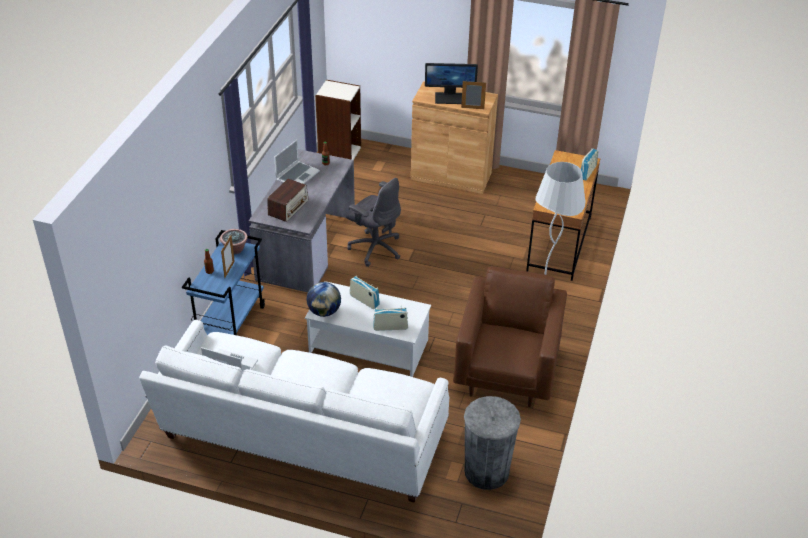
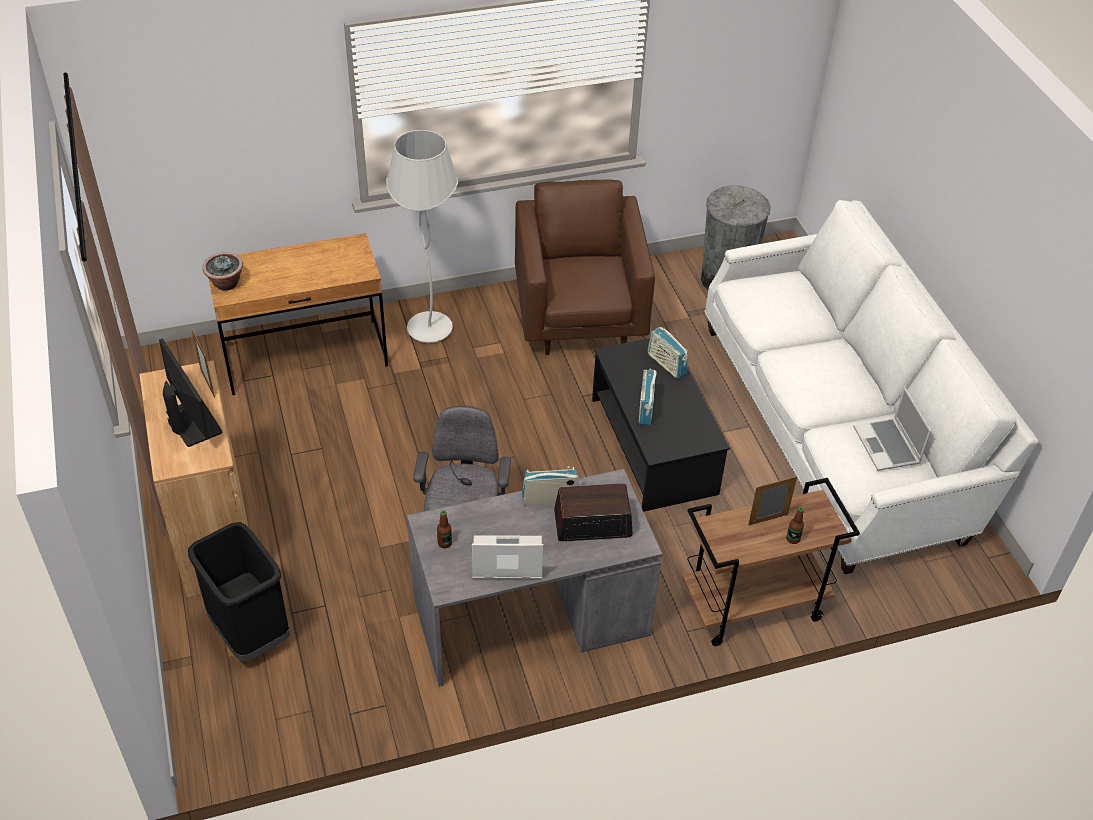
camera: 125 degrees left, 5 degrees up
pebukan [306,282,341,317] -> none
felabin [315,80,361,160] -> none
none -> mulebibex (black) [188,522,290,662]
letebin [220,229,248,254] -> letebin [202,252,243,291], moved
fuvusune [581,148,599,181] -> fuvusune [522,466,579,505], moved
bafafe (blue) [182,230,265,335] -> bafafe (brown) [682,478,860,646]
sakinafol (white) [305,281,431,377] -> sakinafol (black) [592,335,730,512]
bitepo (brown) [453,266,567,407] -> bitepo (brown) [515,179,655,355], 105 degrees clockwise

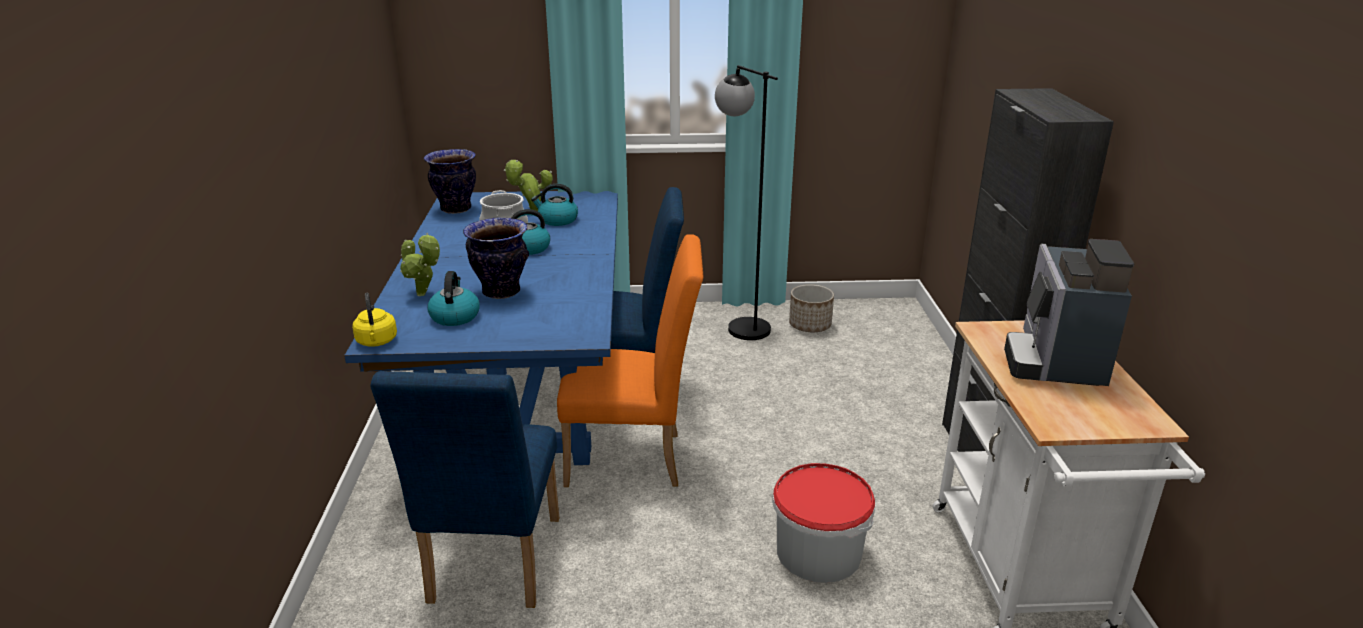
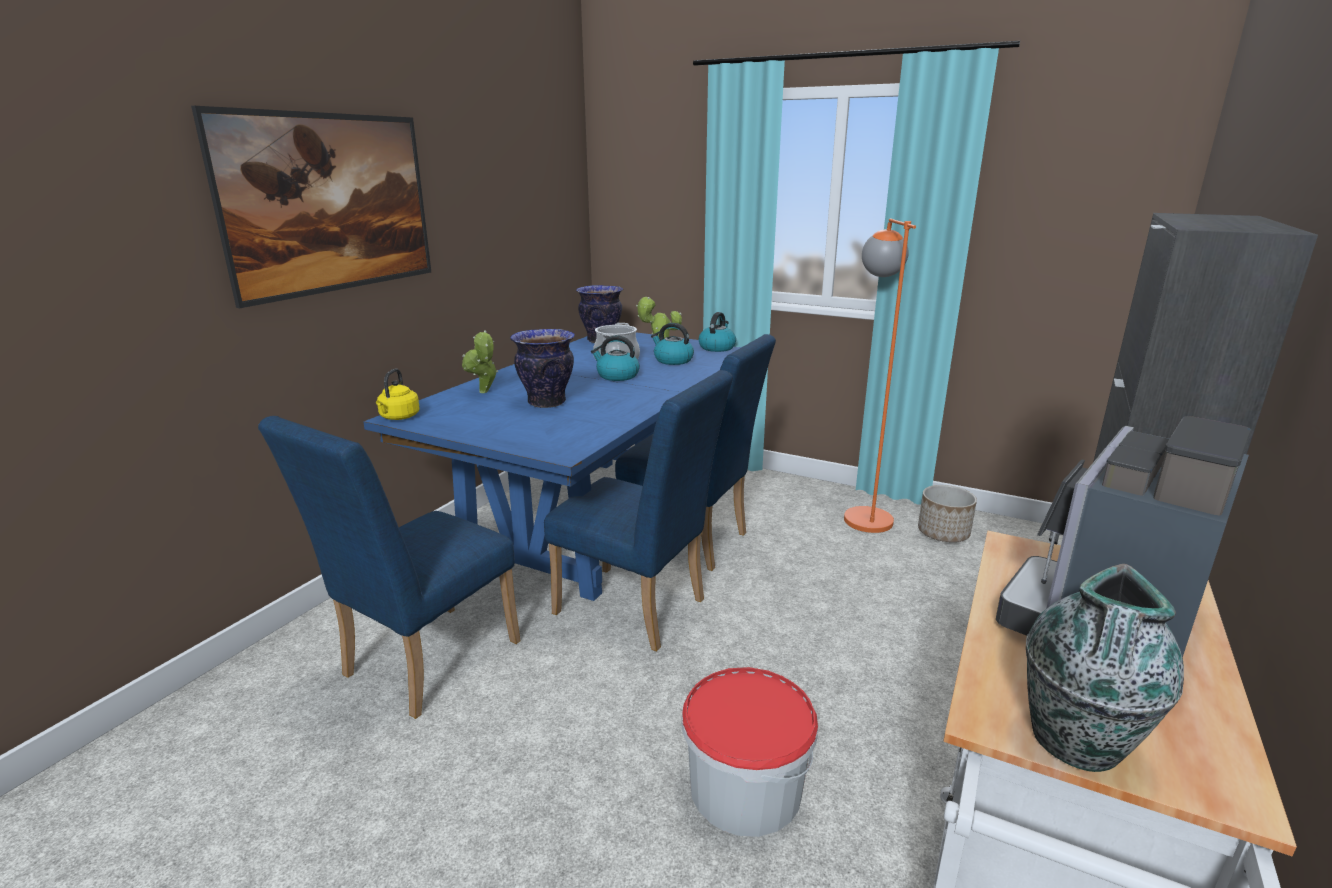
camera: 30 degrees right, 5 degrees down
none -> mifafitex [191,106,431,308]
none -> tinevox [1026,564,1184,772]
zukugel [427,271,480,326] -> zukugel [699,312,736,352], moved
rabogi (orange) [557,234,703,487] -> rabogi (blue) [544,370,733,652]
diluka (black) [715,65,778,340] -> diluka (orange) [844,218,916,533]

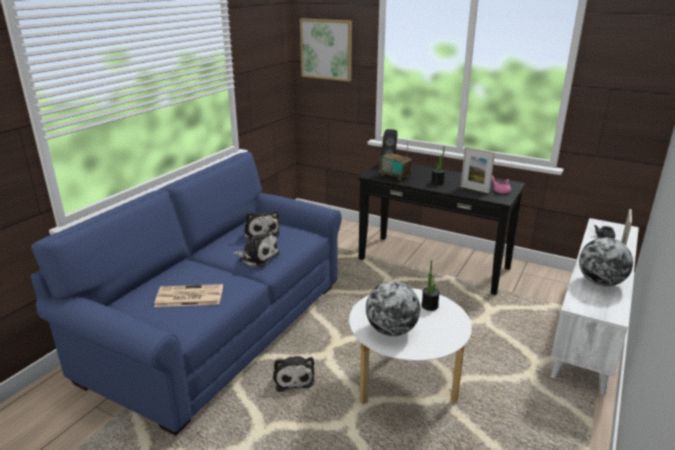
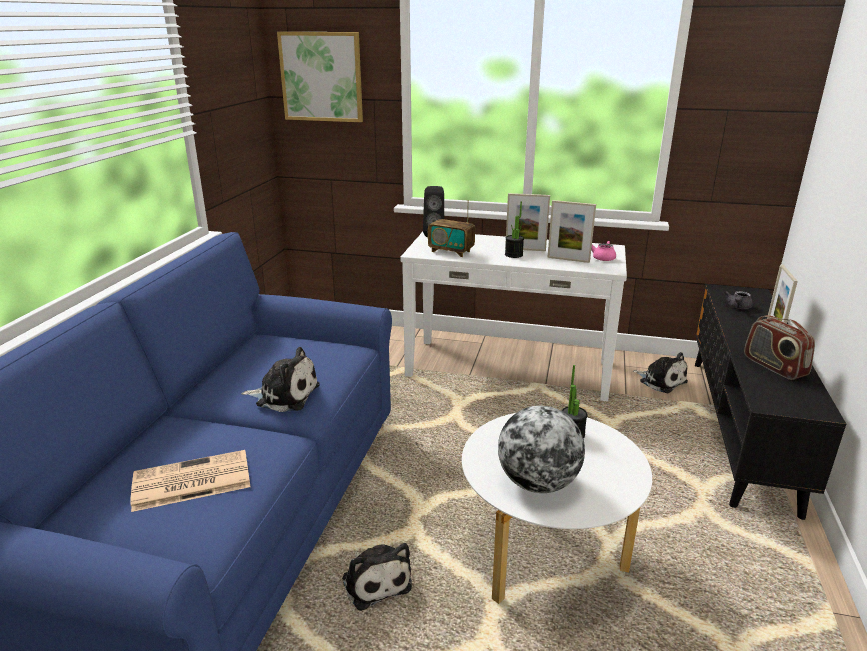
camera: 15 degrees left, 0 degrees up
none -> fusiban [505,193,550,251]
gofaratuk [244,210,280,240] -> gofaratuk [633,352,688,393], moved
pebukan [579,238,633,286] -> fuvusune [744,315,815,380]
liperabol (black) [358,163,525,295] -> liperabol (white) [400,232,627,401]
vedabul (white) [551,218,639,395] -> vedabul (black) [695,284,846,520]

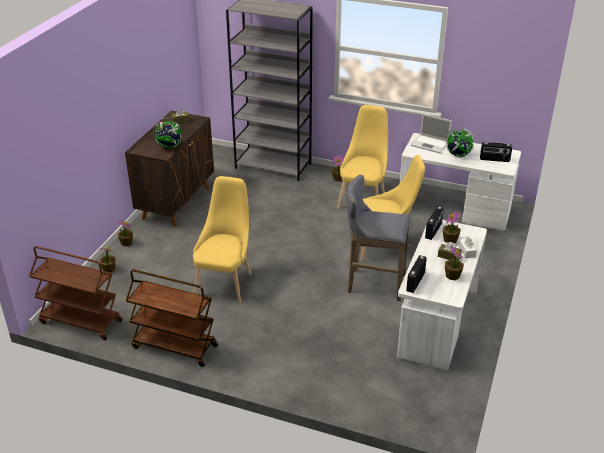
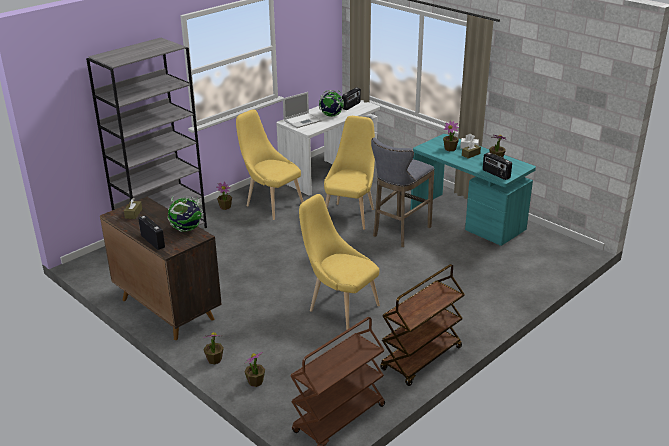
camera: 65 degrees left, 5 degrees down
fuvusune [425,206,444,240] -> fuvusune [138,215,165,250], moved
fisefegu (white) [397,220,487,370] -> fisefegu (turquoise) [410,134,536,246]

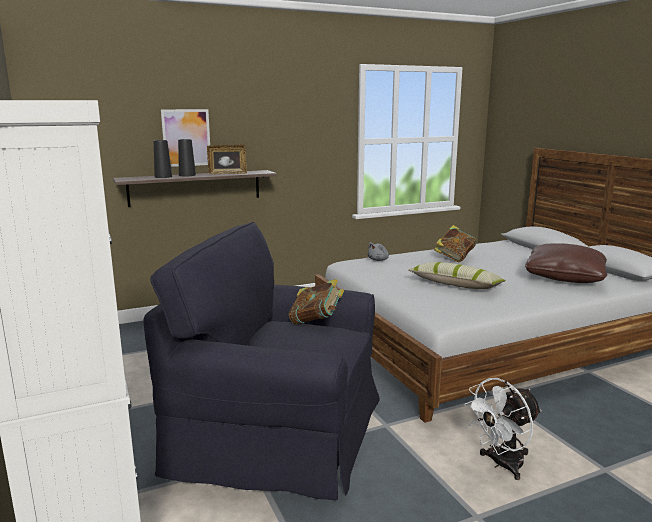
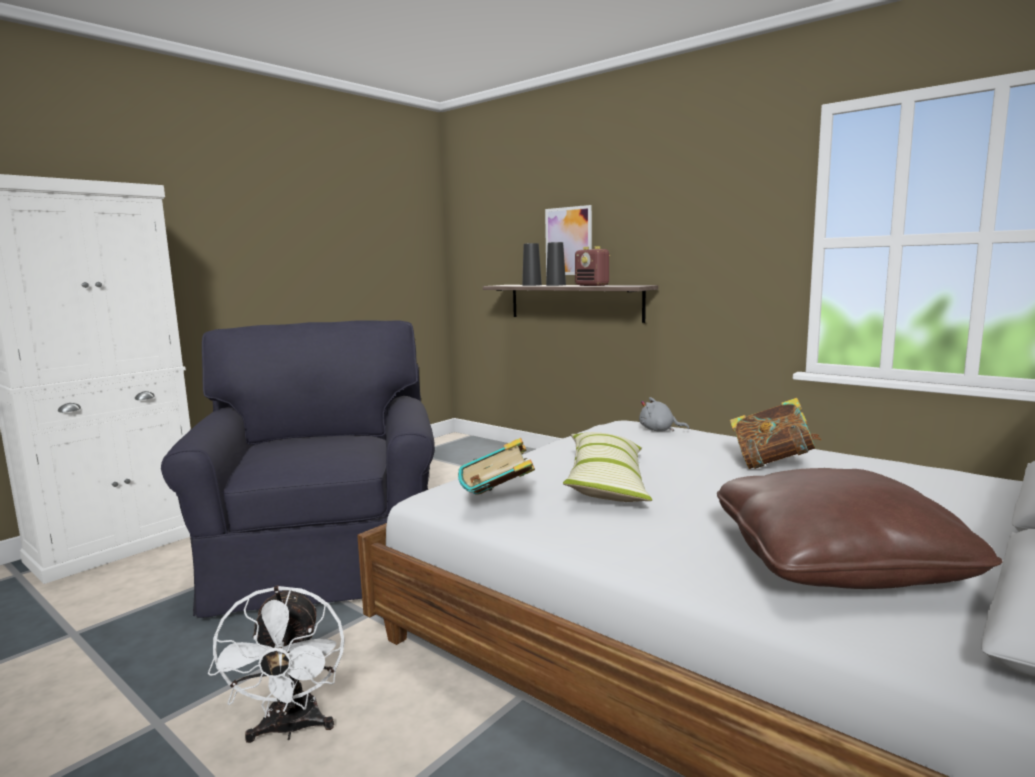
camera: 65 degrees right, 5 degrees down
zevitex [289,279,344,325] -> zevitex [458,438,535,494], moved
fusiban [207,145,247,174] -> fuvusune [575,246,610,286]
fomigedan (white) [464,378,542,480] -> fomigedan (white) [208,585,345,743], 135 degrees counterclockwise

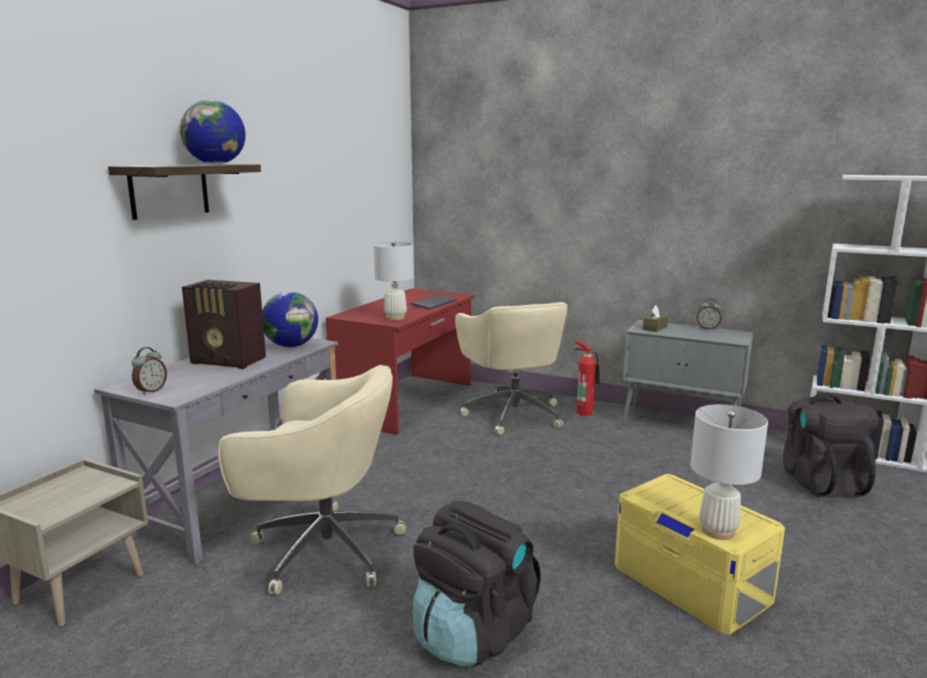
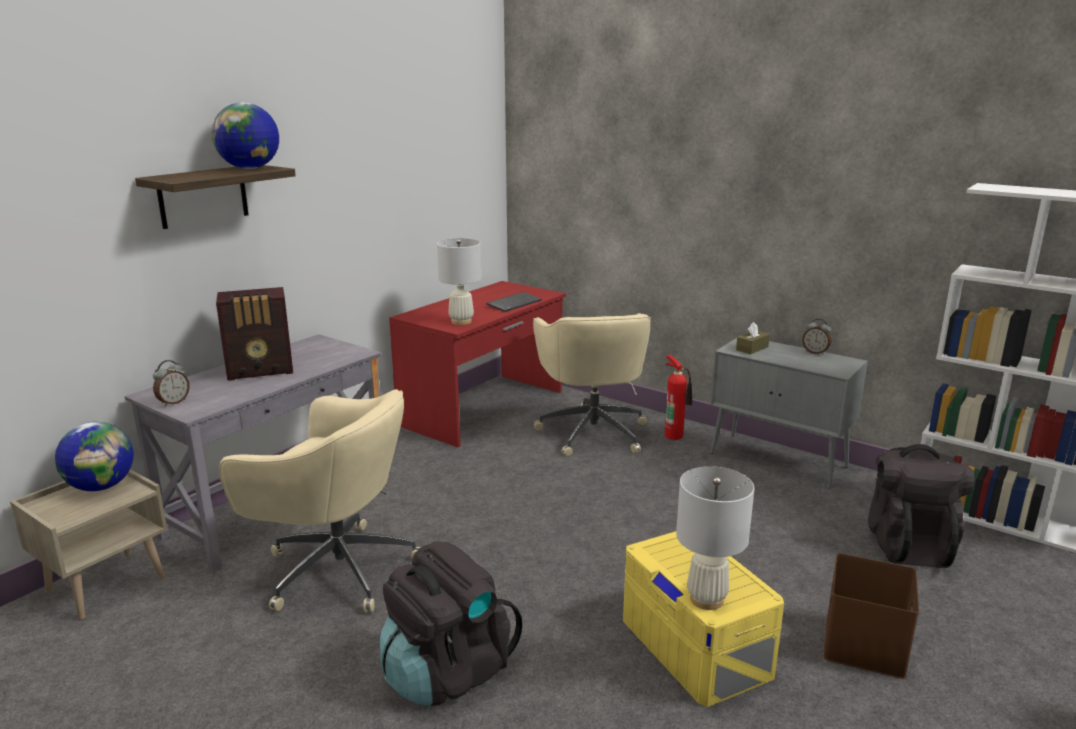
camera: 10 degrees right, 5 degrees up
none -> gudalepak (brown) [823,553,919,679]
pebukan [262,291,318,347] -> pebukan [55,422,134,491], moved
fuvusune [182,280,266,369] -> fuvusune [216,287,293,381], 45 degrees counterclockwise

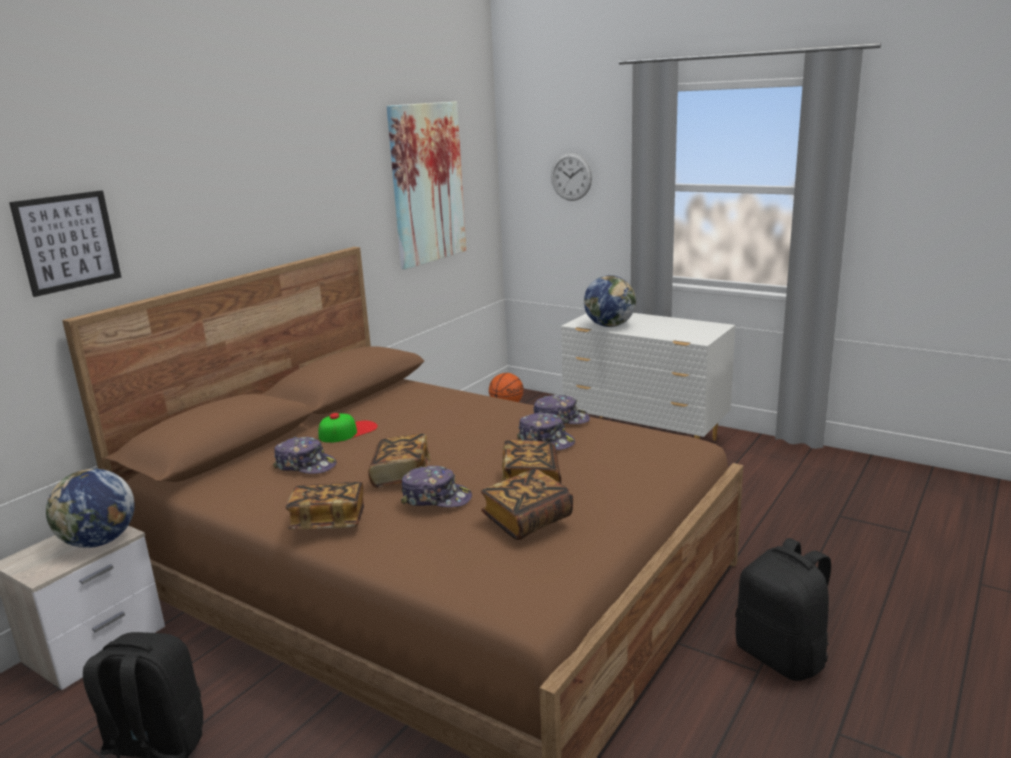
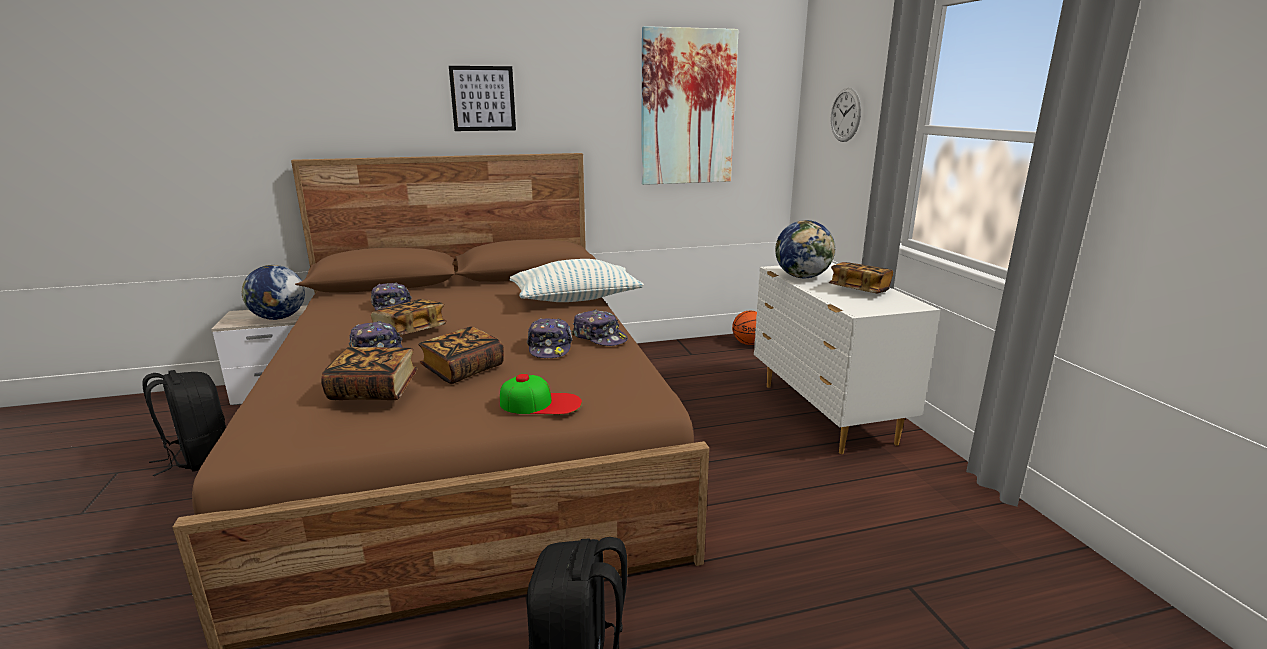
camera: 40 degrees right, 0 degrees up
none -> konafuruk [510,259,644,302]
mifafitex [9,190,122,297] -> mifafitex [449,66,516,131], moved
zevitex [285,482,364,529] -> zevitex [829,262,893,293], moved
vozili [318,413,378,443] -> vozili [500,374,582,414], moved

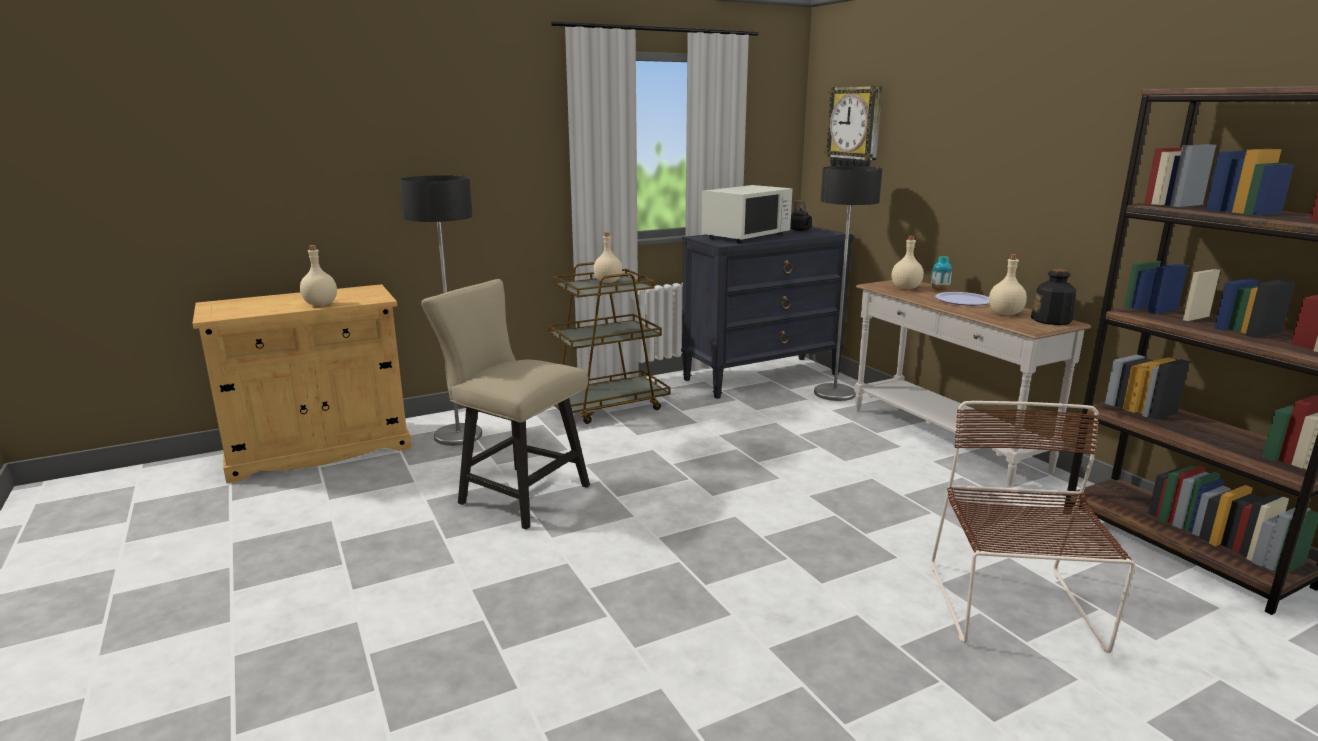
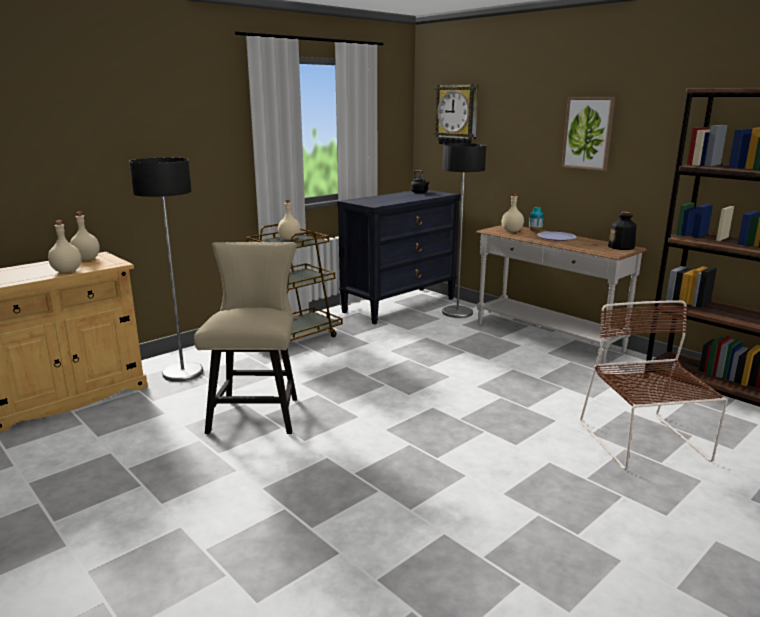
camera: 15 degrees left, 0 degrees up
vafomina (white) [701,185,793,243] -> none
none -> mifafitex [561,97,615,171]
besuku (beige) [989,254,1027,315] -> besuku (beige) [70,212,100,260], moved
rabogi (beige) [421,279,590,530] -> rabogi (beige) [194,242,297,434], 75 degrees clockwise

